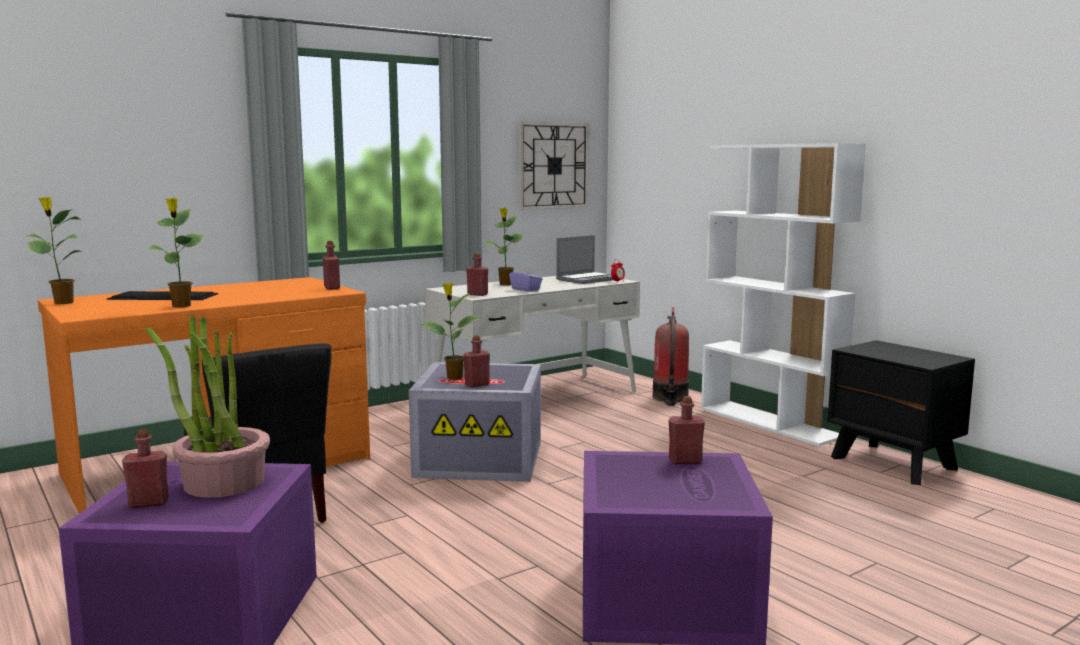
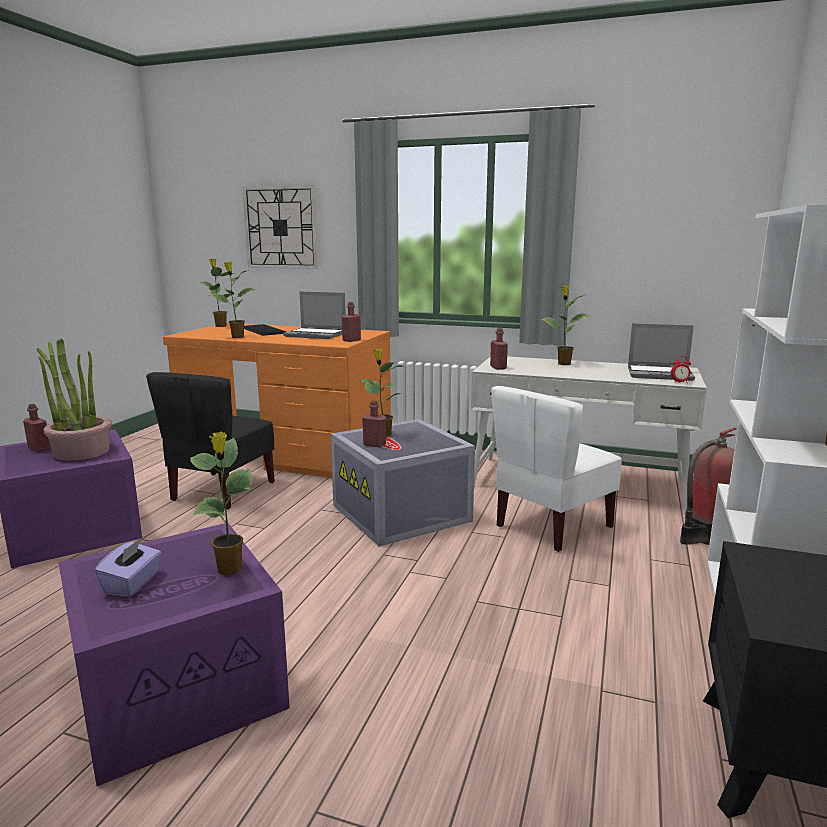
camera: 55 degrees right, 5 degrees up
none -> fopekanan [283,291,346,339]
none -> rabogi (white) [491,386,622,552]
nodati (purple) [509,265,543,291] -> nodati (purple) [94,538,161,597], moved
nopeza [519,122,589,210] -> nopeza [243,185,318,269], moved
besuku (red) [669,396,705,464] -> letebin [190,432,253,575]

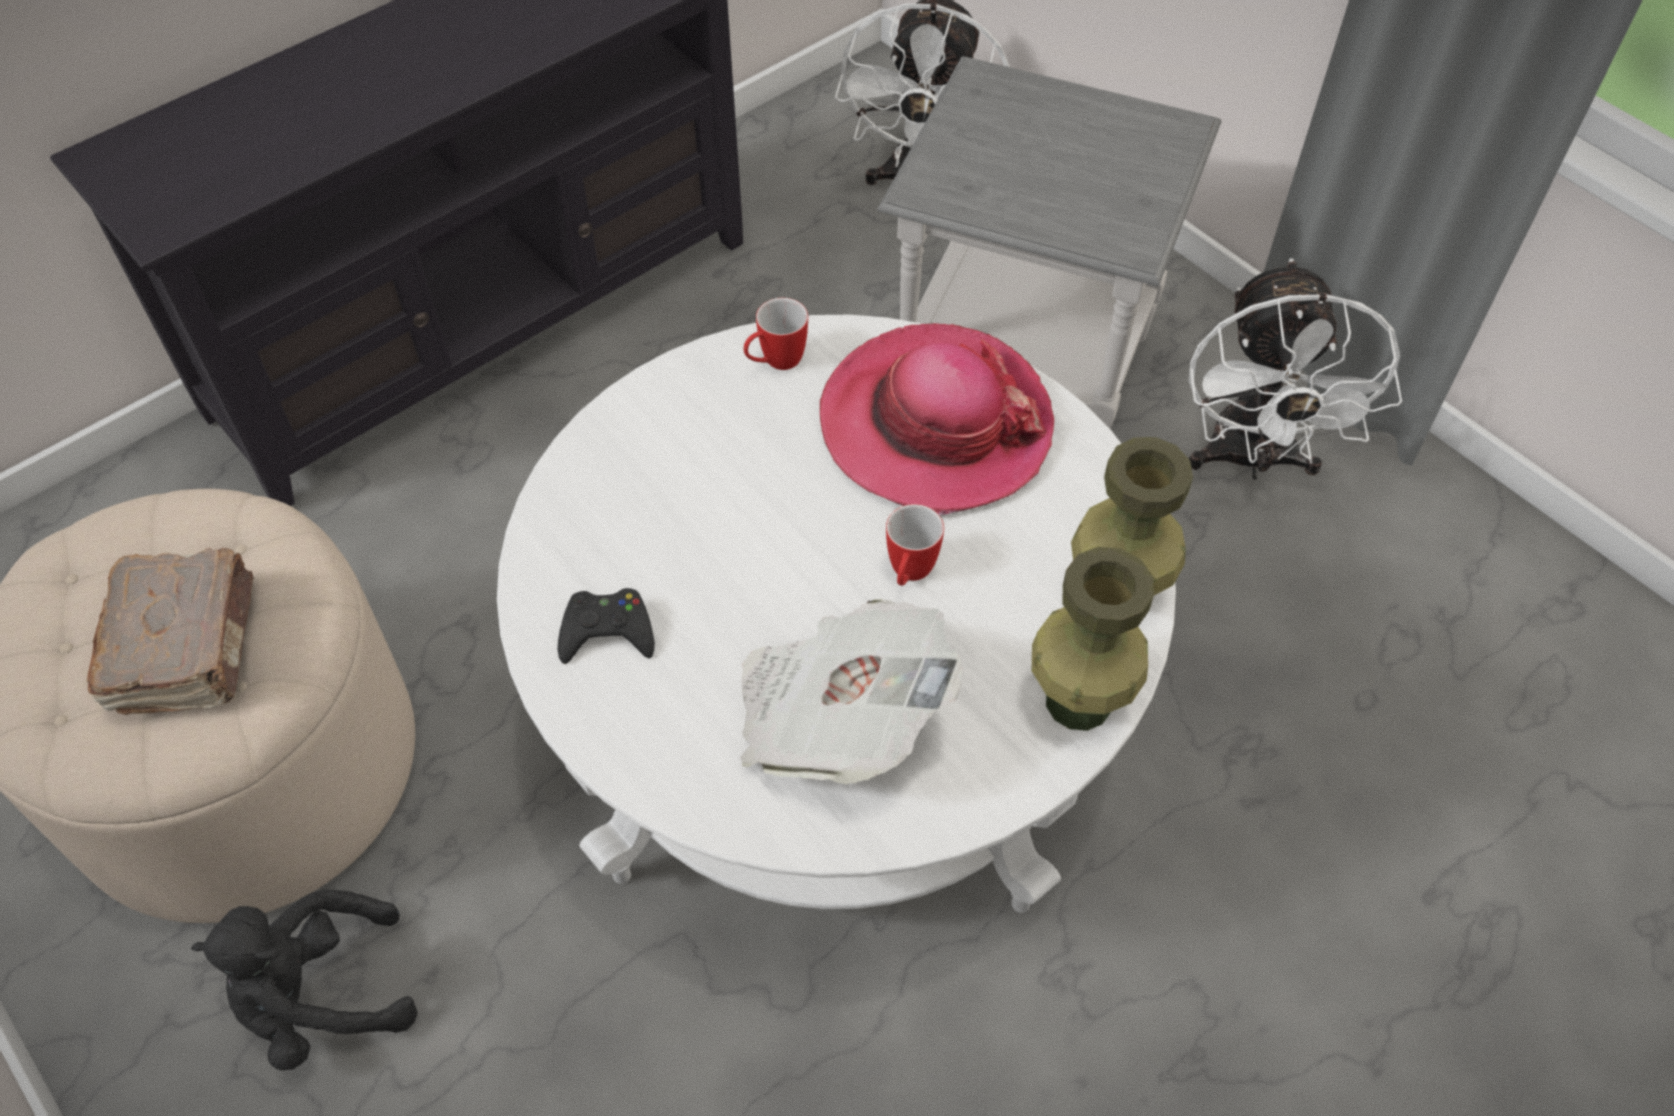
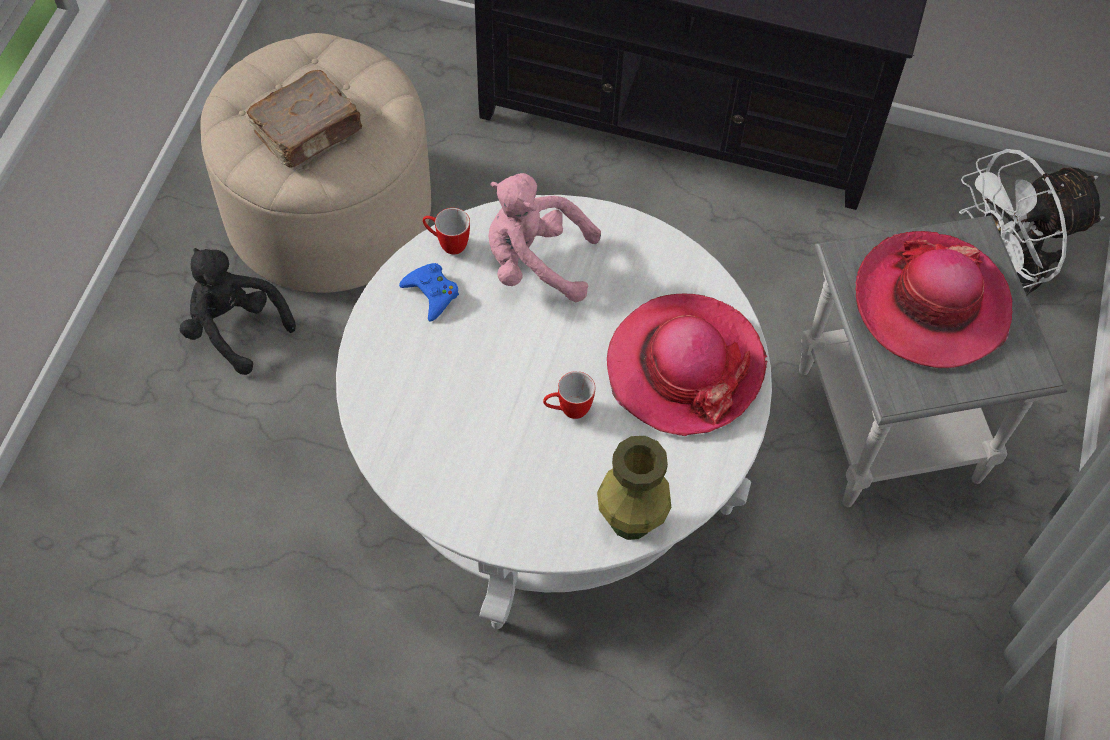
camera: 55 degrees right, 5 degrees up
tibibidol [741,598,962,784] -> none
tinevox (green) [1032,547,1154,731] -> none
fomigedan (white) [1189,258,1402,480] -> none
none -> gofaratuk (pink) [488,173,601,302]
none -> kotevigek [856,231,1012,368]
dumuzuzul [744,298,808,370] -> dumuzuzul [423,208,470,255], moved
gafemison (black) [558,588,655,664] -> gafemison (blue) [399,263,459,322]

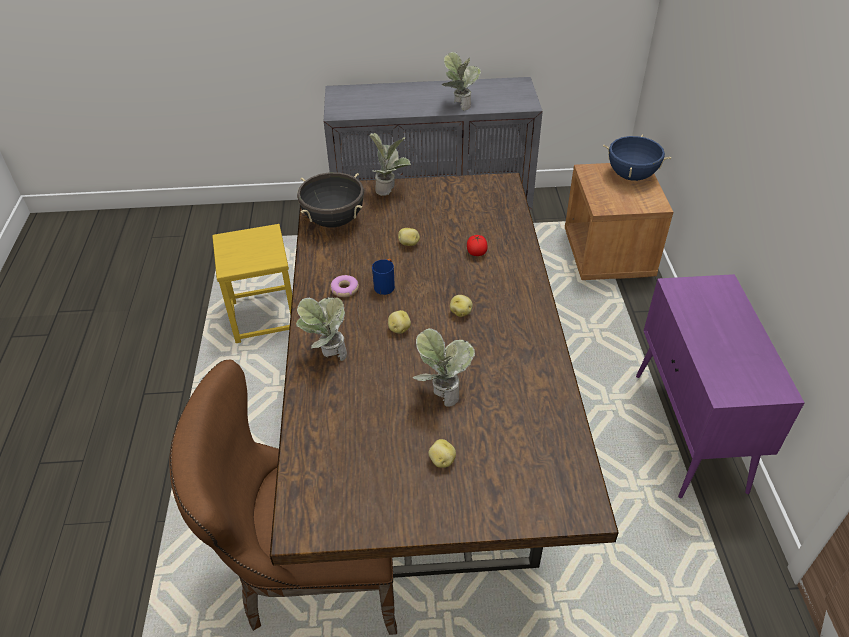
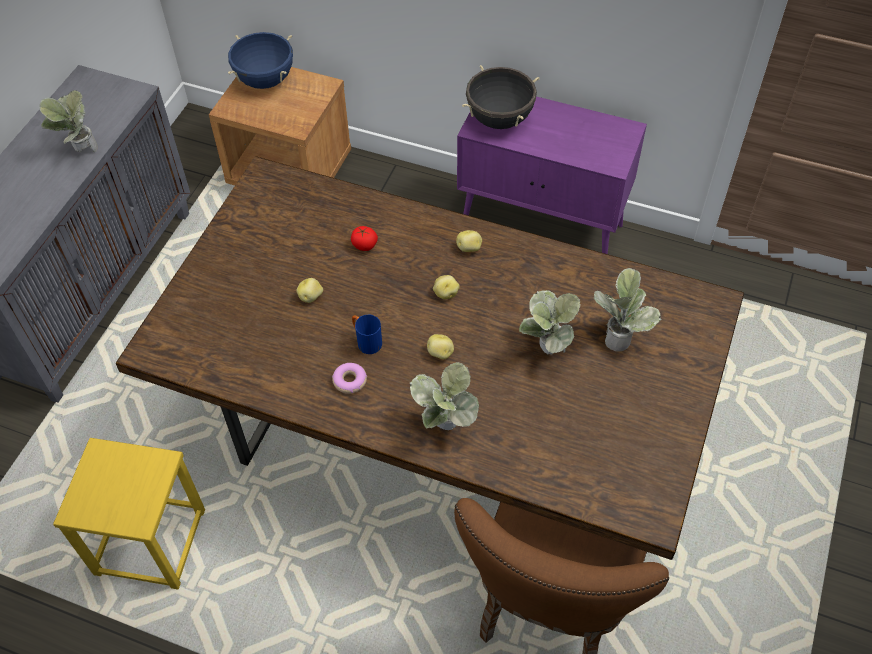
camera: 65 degrees left, 10 degrees up
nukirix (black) [297,172,364,227] -> nukirix (black) [462,65,540,129], moved
letebin [369,133,411,196] -> letebin [594,268,662,352], moved
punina [429,439,456,468] -> punina [456,230,482,252], moved

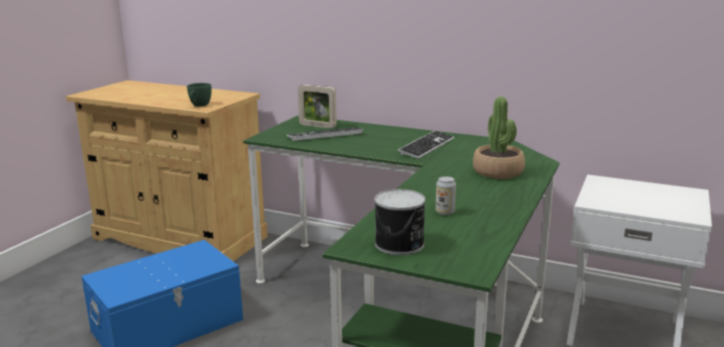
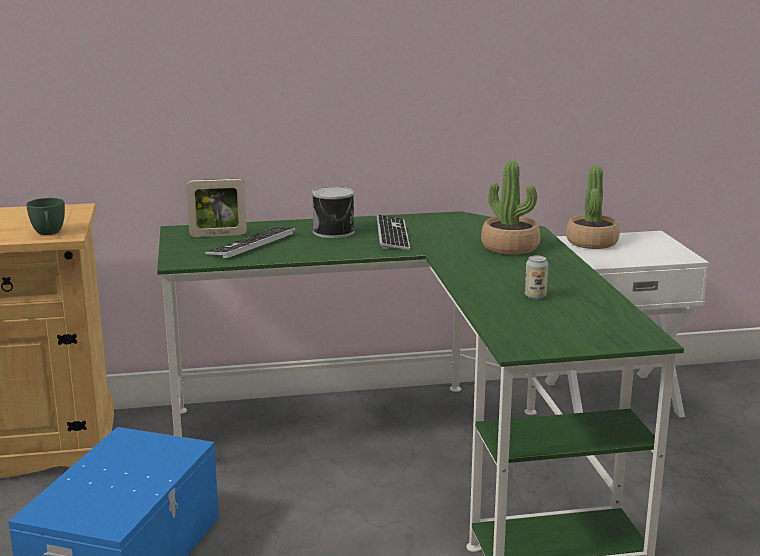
camera: 35 degrees left, 0 degrees up
none -> letebin [566,165,619,249]
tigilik [375,189,425,255] -> tigilik [312,186,354,238], moved

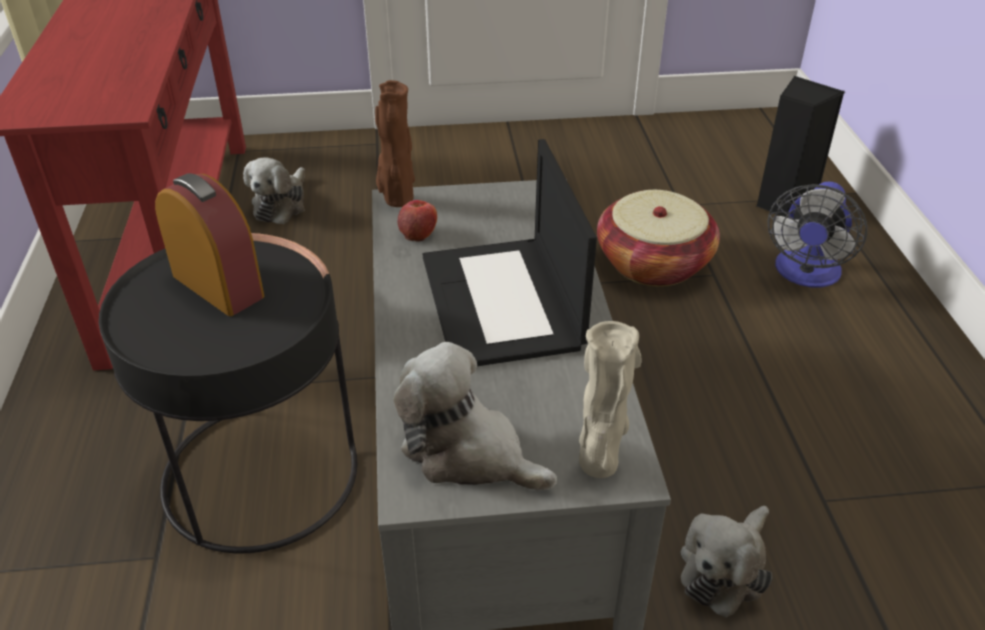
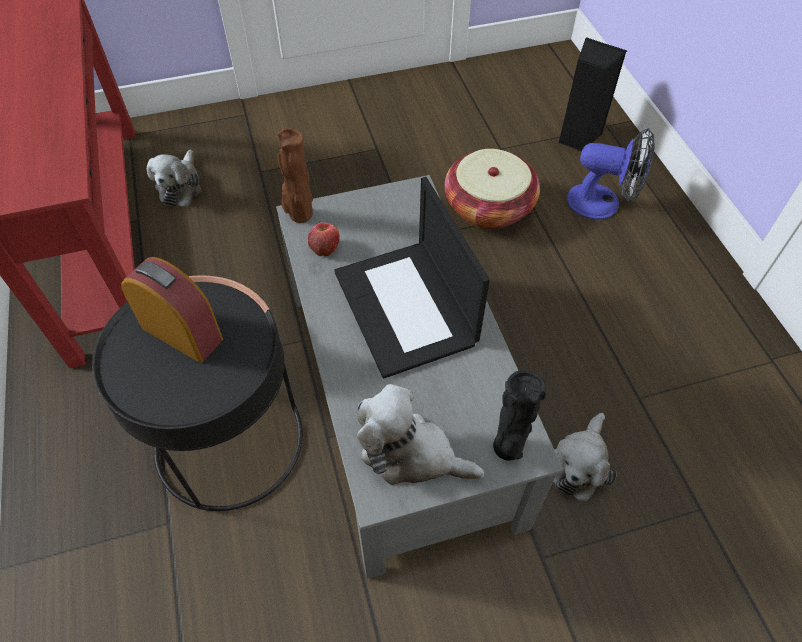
camera: 10 degrees left, 15 degrees up
tinevox (beige) [579,321,642,478] -> tinevox (black) [493,370,546,461]
fomigedan [767,181,867,287] -> fomigedan [567,128,655,219], 90 degrees counterclockwise

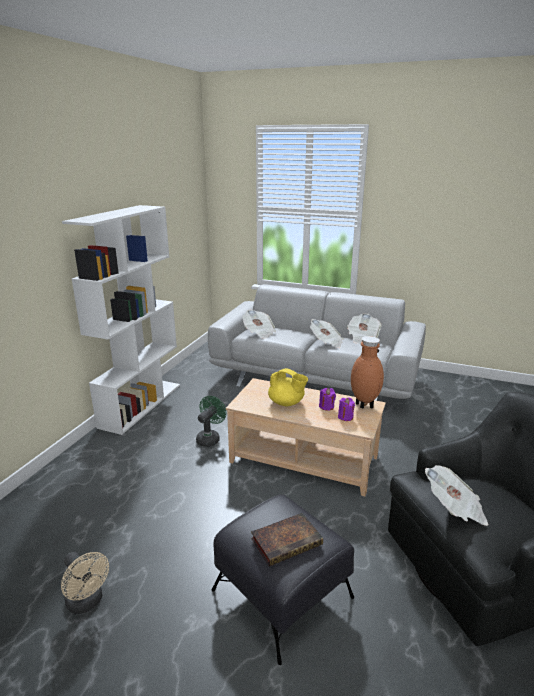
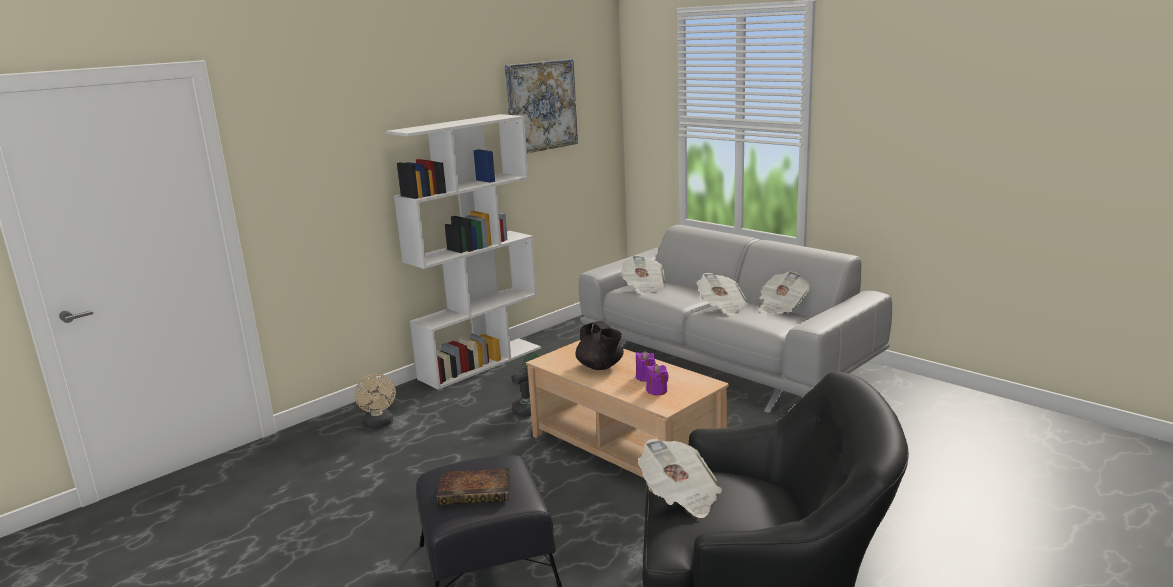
camera: 25 degrees right, 5 degrees down
tinevox (brown) [351,336,384,409] -> none
none -> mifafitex [505,59,578,153]
fomigedan (beige) [61,552,109,614] -> fomigedan (beige) [354,374,396,429], moved
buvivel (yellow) [268,368,308,406] -> buvivel (black) [575,321,624,370]

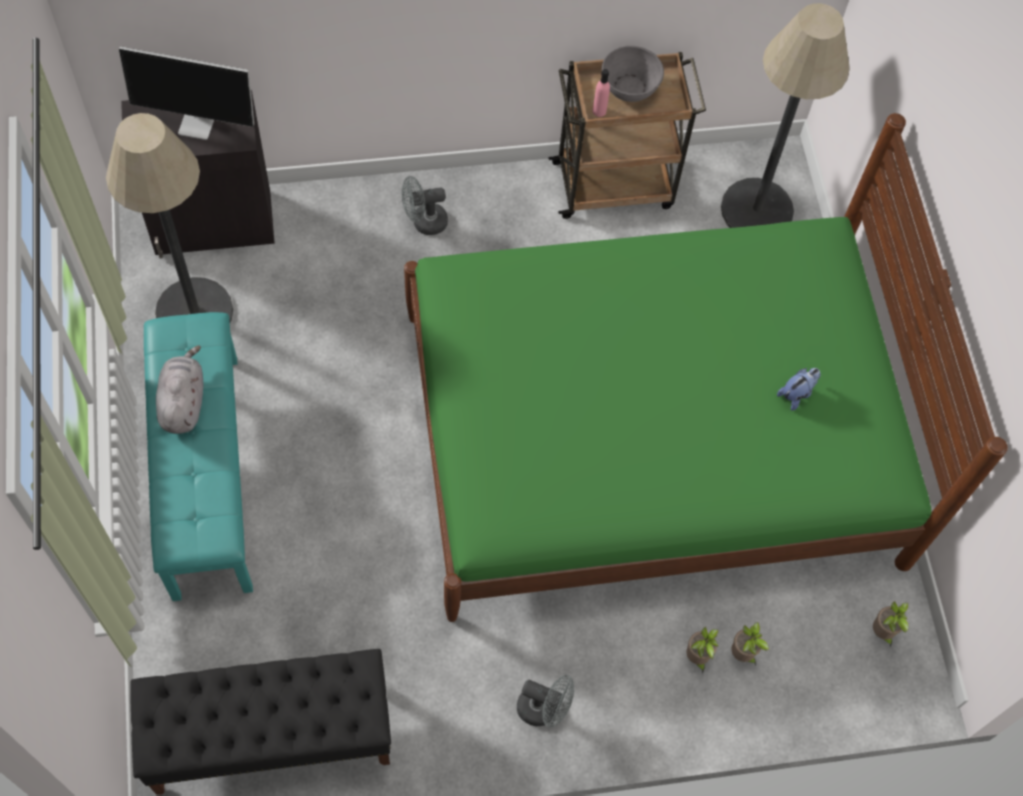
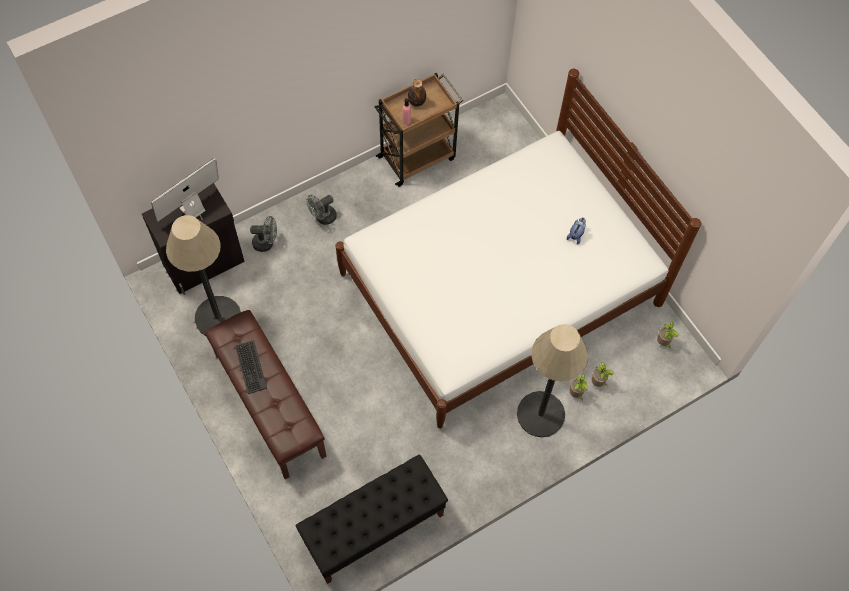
camera: 20 degrees left, 0 degrees up
fomigedan (grey) [517,675,574,727] -> fomigedan (grey) [250,216,277,252], moved
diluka [721,3,850,228] -> diluka [517,324,588,437], moved
gofaratuk (grey) [156,345,203,434] -> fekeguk [235,340,267,394]
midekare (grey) [602,46,664,102] -> besuku [408,79,426,107]
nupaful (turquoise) [144,312,253,601] -> nupaful (brown) [205,310,327,479]
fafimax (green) [404,113,1008,622] -> fafimax (white) [336,69,701,429]
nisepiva [119,46,254,140] -> nisepiva [151,158,219,222], 150 degrees clockwise

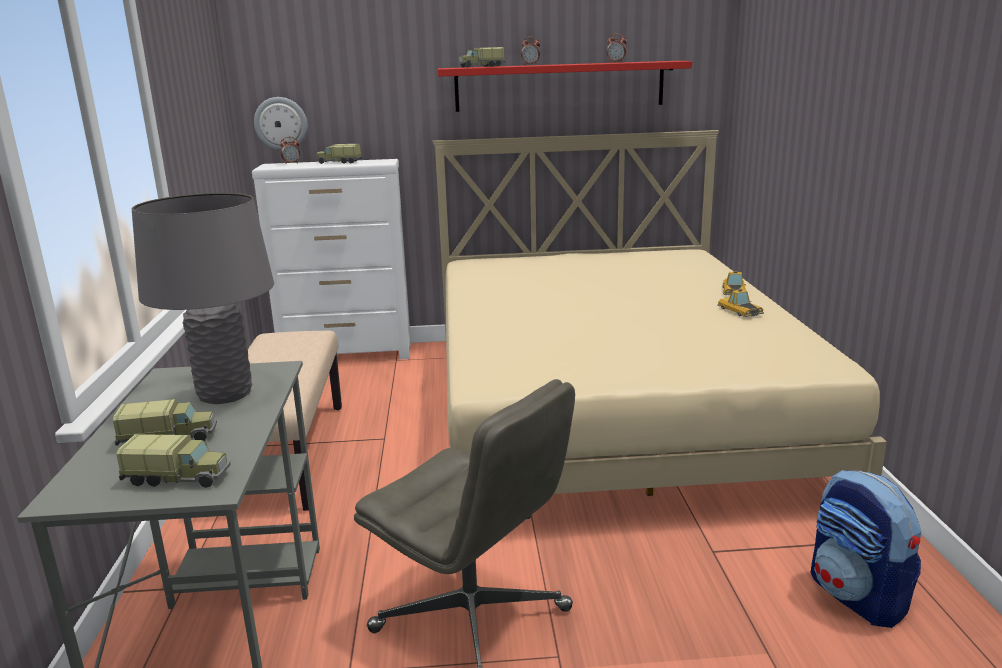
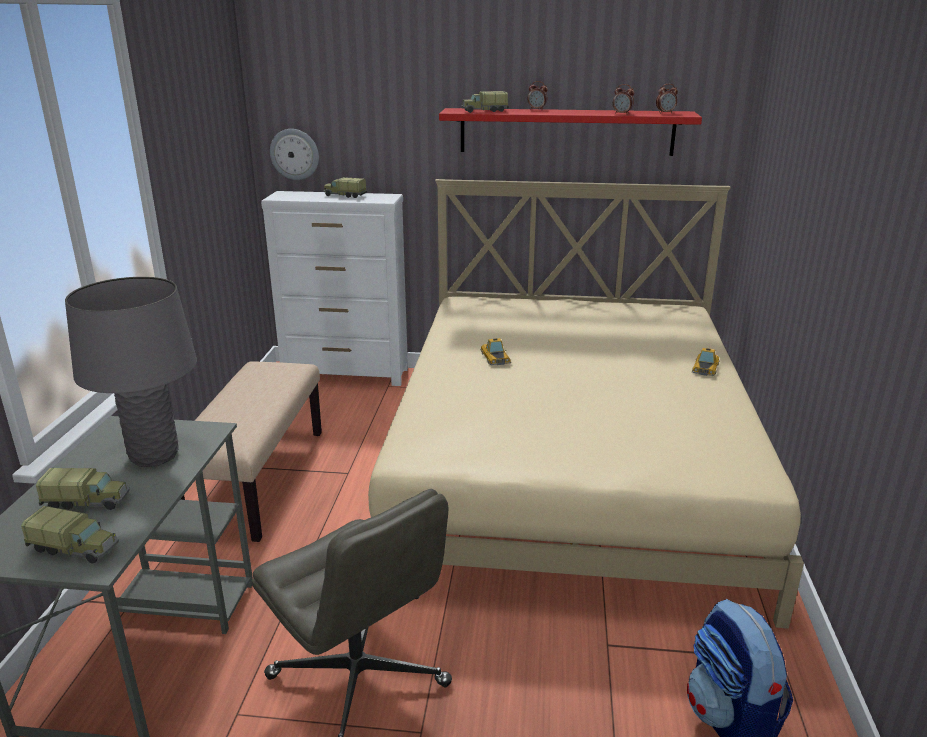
camera: 10 degrees right, 5 degrees up
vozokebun [280,137,300,164] -> vozokebun [656,84,678,112], moved
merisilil [717,289,764,317] -> merisilil [480,338,511,365], moved

